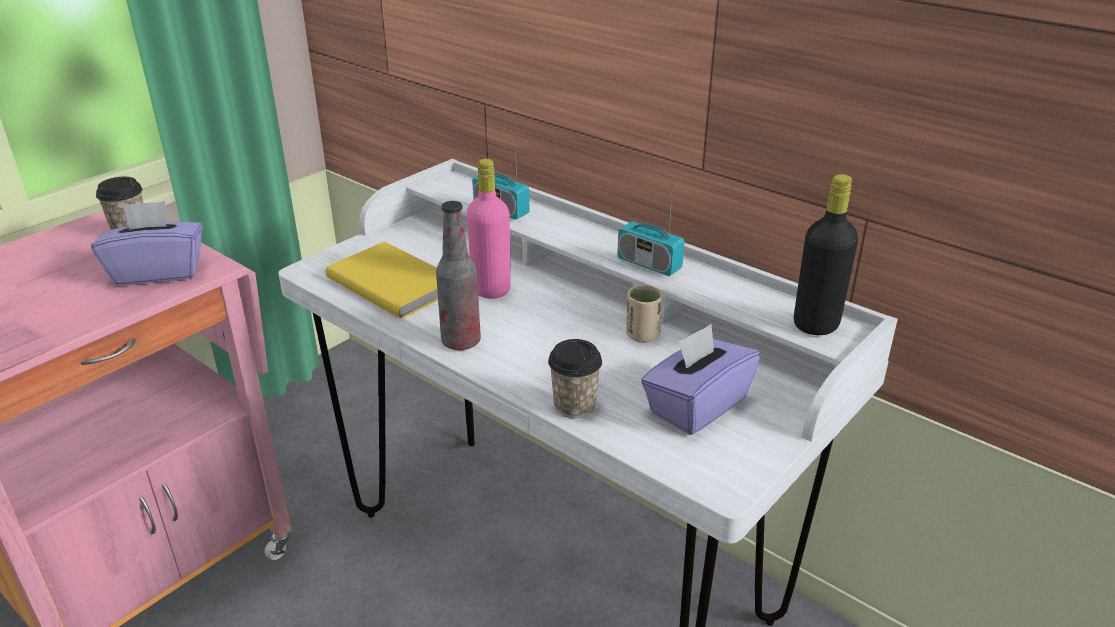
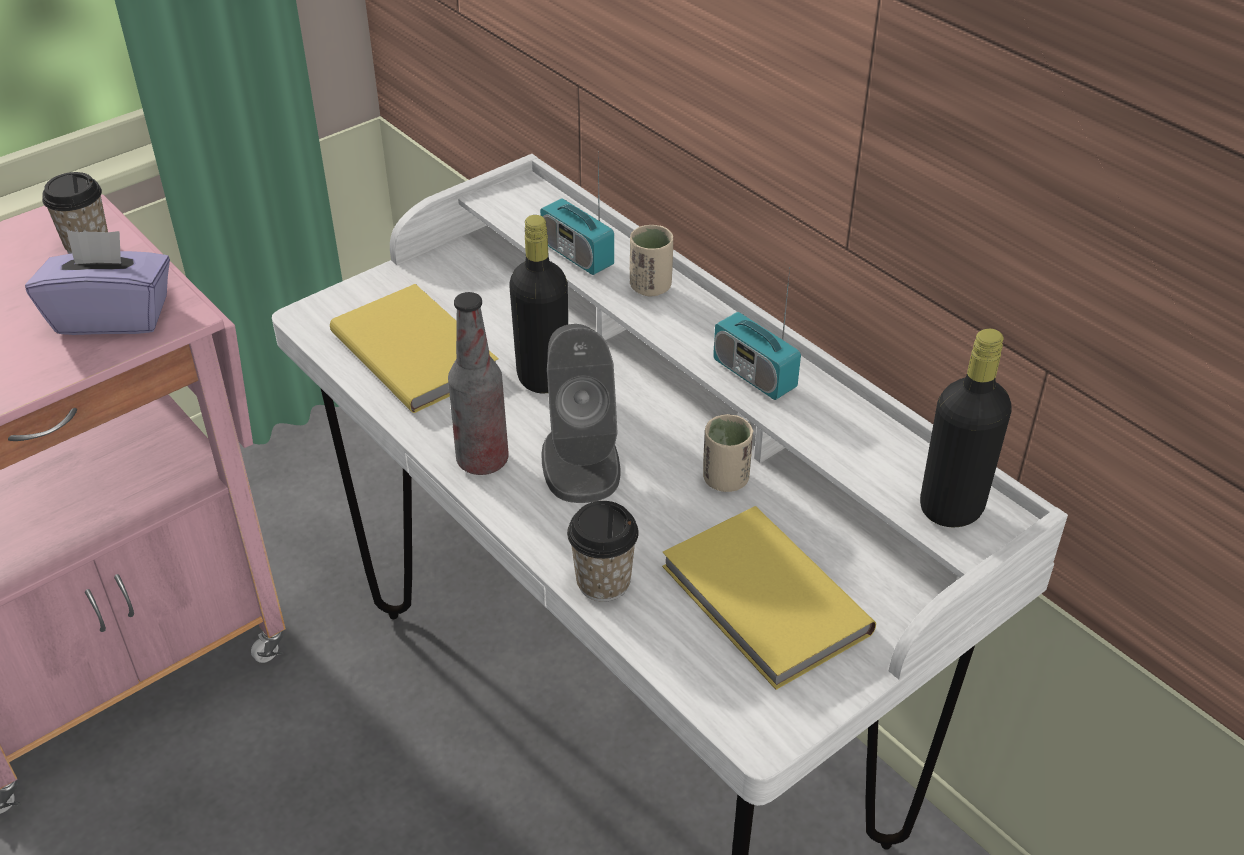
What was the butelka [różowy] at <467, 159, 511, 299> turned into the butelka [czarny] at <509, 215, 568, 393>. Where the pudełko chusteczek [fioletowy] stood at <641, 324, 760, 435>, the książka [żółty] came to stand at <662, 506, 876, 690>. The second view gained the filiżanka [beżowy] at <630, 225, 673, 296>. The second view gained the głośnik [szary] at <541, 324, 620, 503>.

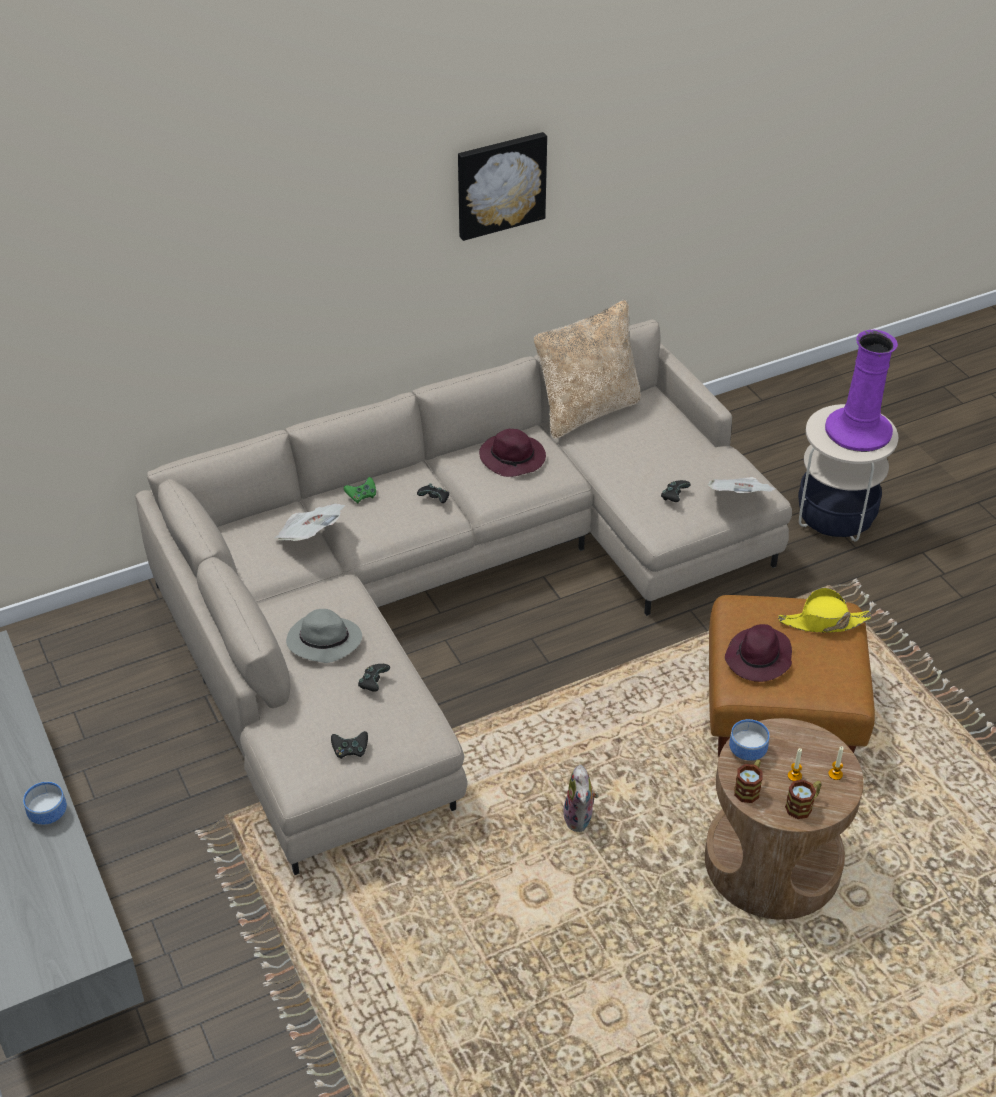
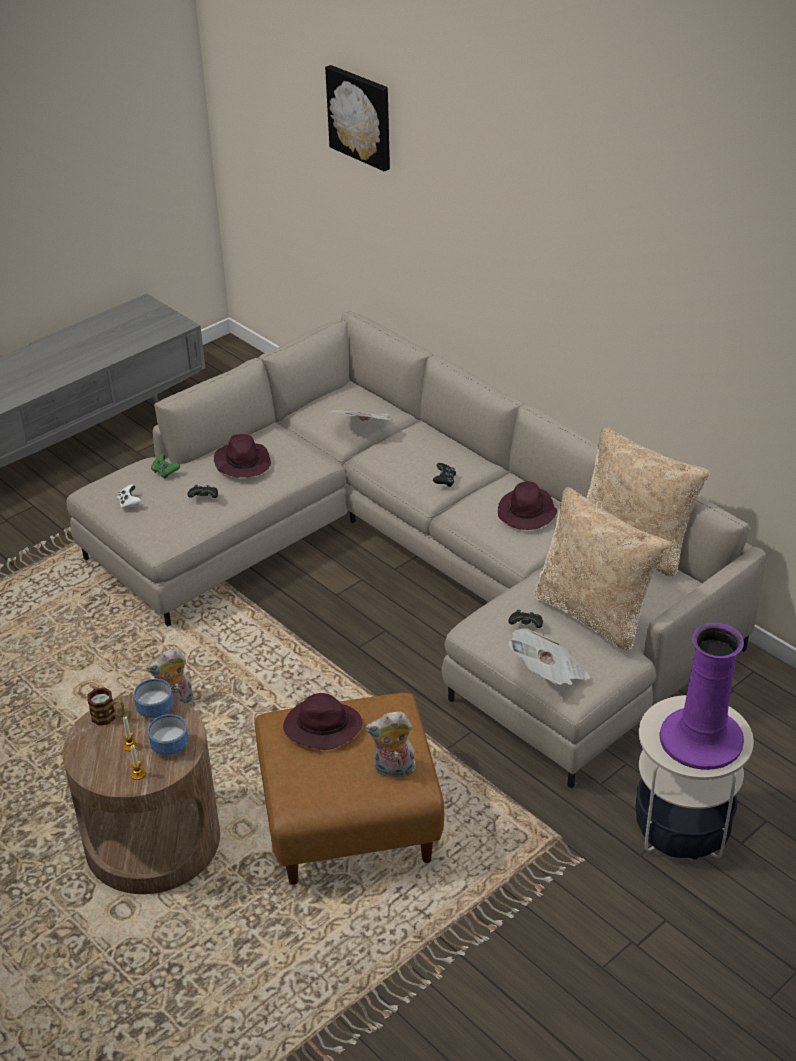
The obraz ended up elsewhere, having gone from <458, 132, 547, 241> to <325, 65, 390, 171>. The pad do gier [zielony] ended up elsewhere, having gone from <344, 477, 376, 504> to <151, 454, 180, 479>. Where the kapelusz [żółty] stood at <778, 588, 872, 633>, the pluszak came to stand at <365, 711, 416, 777>. What was the kapelusz [szary] at <286, 609, 362, 663> turned into the kapelusz [fioletowy] at <214, 434, 271, 478>. What was the pad do gier [czarny] at <331, 731, 368, 759> turned into the pad do gier [biały] at <117, 484, 142, 510>. The second view lost the kubek at <785, 779, 822, 819>. The miska ended up elsewhere, having gone from <23, 782, 67, 825> to <148, 714, 189, 755>. The second view gained the poduszka [beżowy] at <534, 487, 670, 651>.

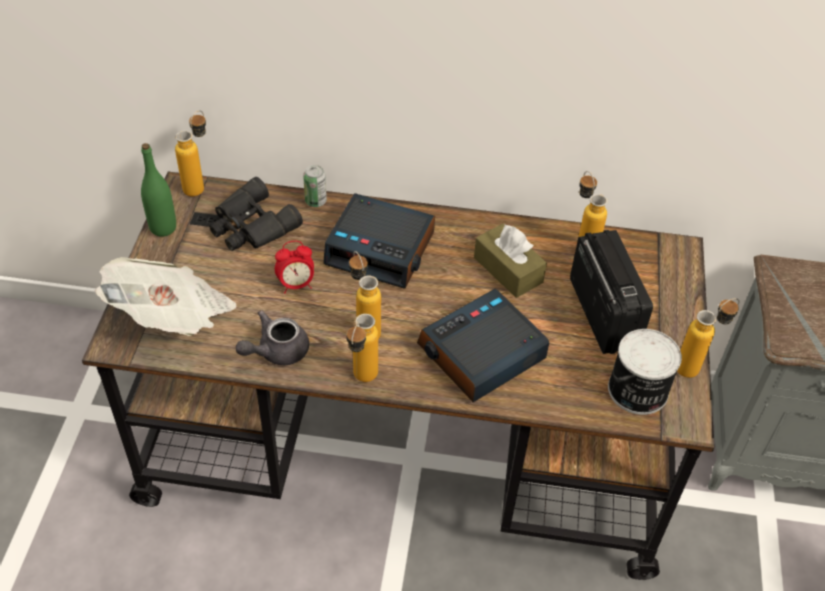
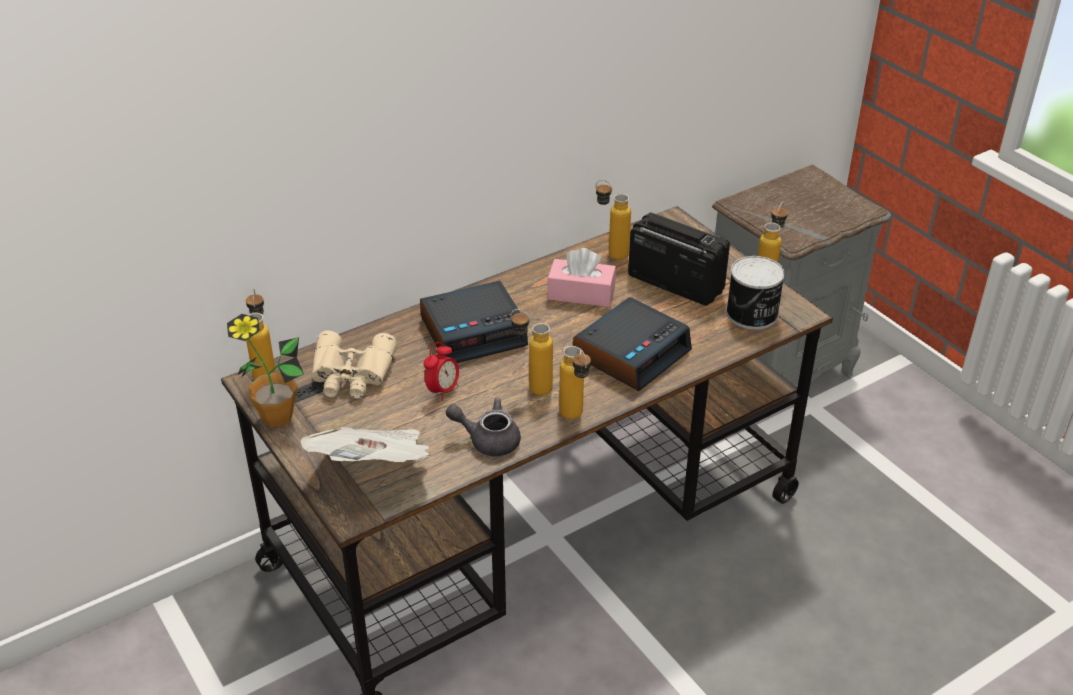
Where the butelka [zielony] stood at <141, 143, 176, 237>, the roślina doniczkowa came to stand at <227, 314, 304, 427>. The second view lost the puszka at <303, 165, 327, 207>. What was the lornetka [czarny] at <209, 177, 303, 251> turned into the lornetka [beżowy] at <312, 331, 397, 399>. What was the pudełko chusteczek [brązowy] at <474, 223, 547, 298> turned into the pudełko chusteczek [różowy] at <547, 248, 616, 307>. The budzik at <417, 289, 549, 402> ended up facing another way, 150 degrees counterclockwise from before. The imbryk [szary] at <236, 310, 309, 365> ended up facing another way, 90 degrees clockwise from before.

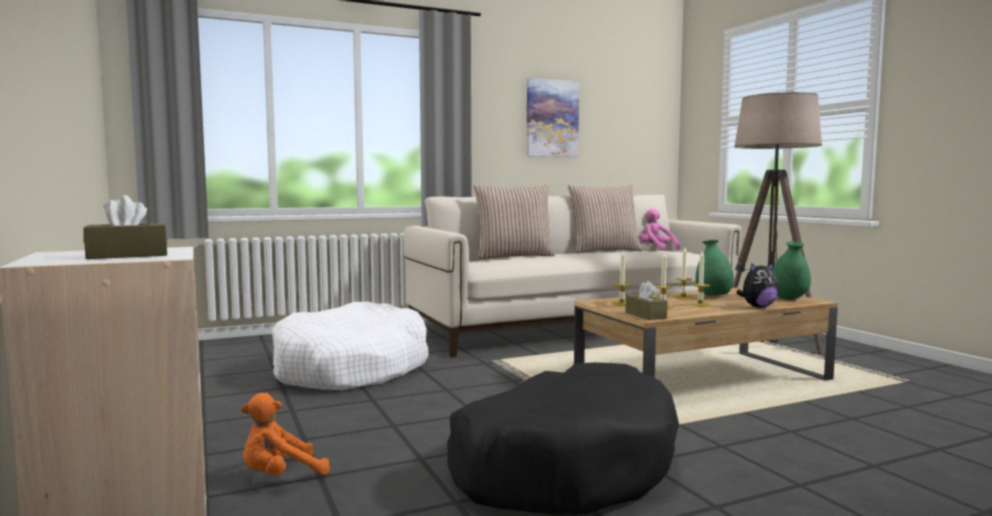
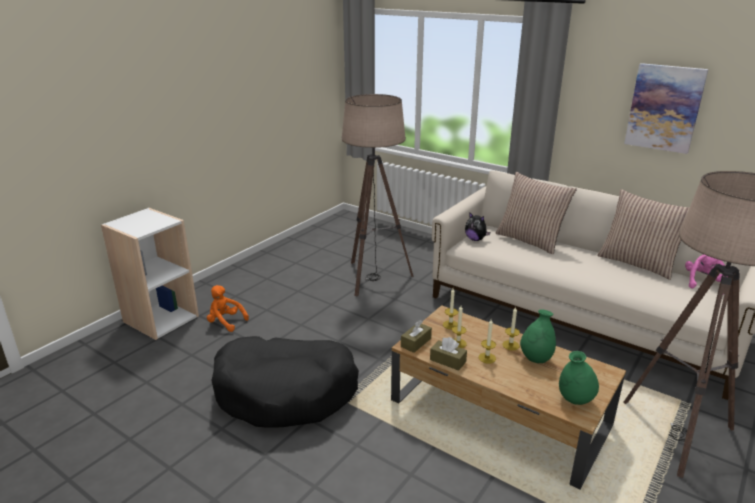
The pudełko chusteczek [brązowy] ended up elsewhere, having gone from <83, 195, 167, 259> to <430, 337, 467, 371>. The pluszak ended up elsewhere, having gone from <736, 262, 779, 308> to <465, 212, 490, 241>. Where the legowisko [biały] stood at <272, 301, 429, 390>, the lampa stojąca came to stand at <341, 94, 414, 297>.

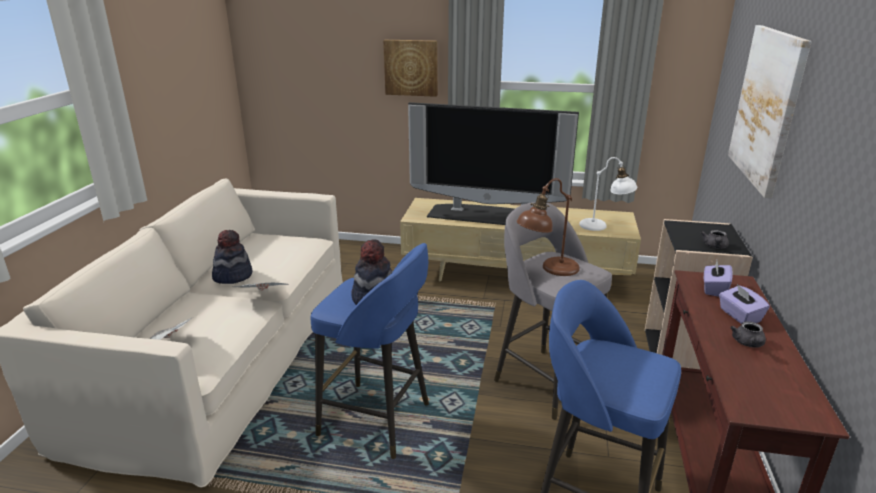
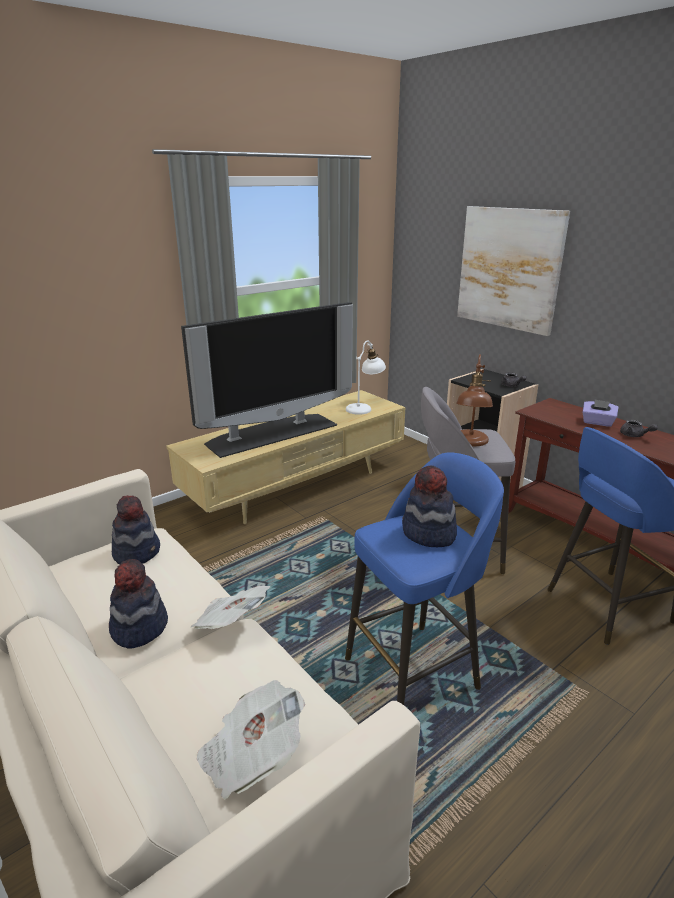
The second view lost the obraz at <383, 40, 438, 97>. The second view lost the pudełko chusteczek [fioletowy] at <704, 261, 733, 297>. The second view gained the kapelusz at <112, 495, 160, 564>.

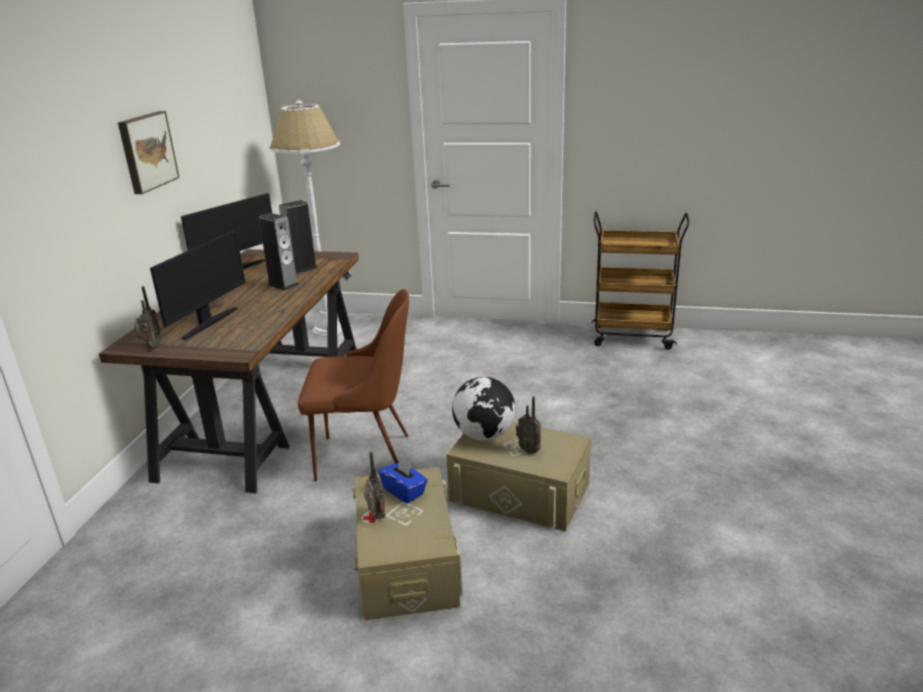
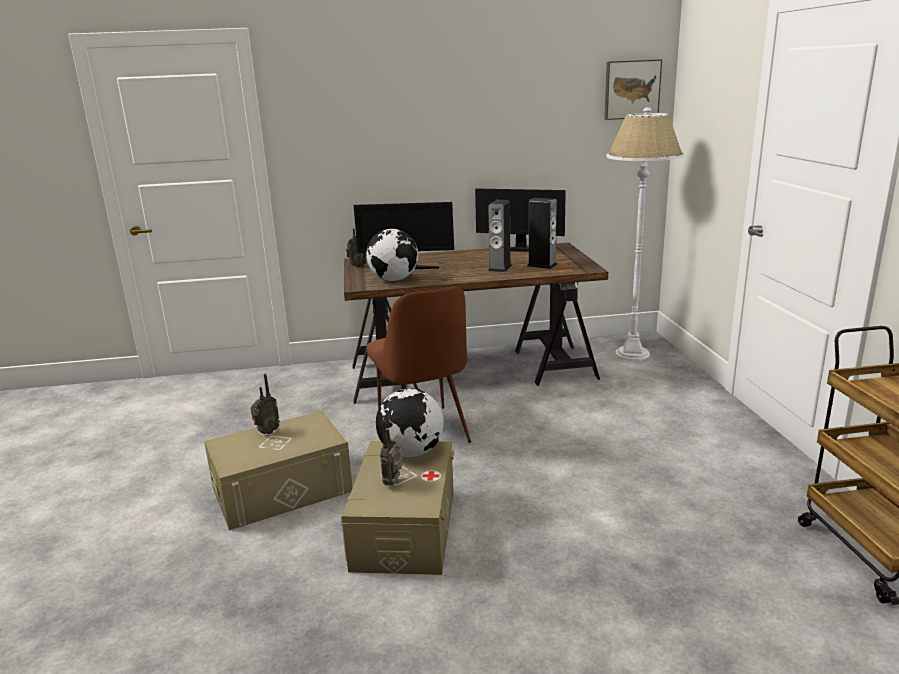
The obraz ended up elsewhere, having gone from <118, 111, 180, 194> to <604, 59, 662, 120>. The second view lost the pudełko chusteczek [niebieski] at <378, 458, 428, 503>. The second view gained the globus at <366, 229, 418, 281>.

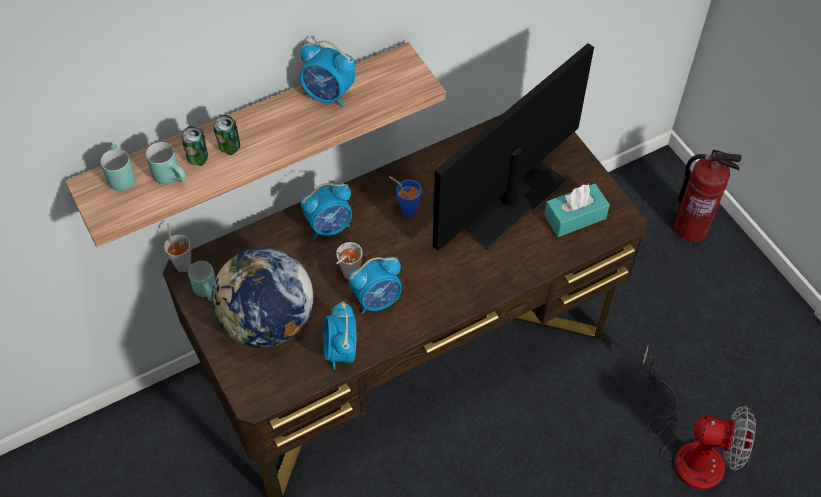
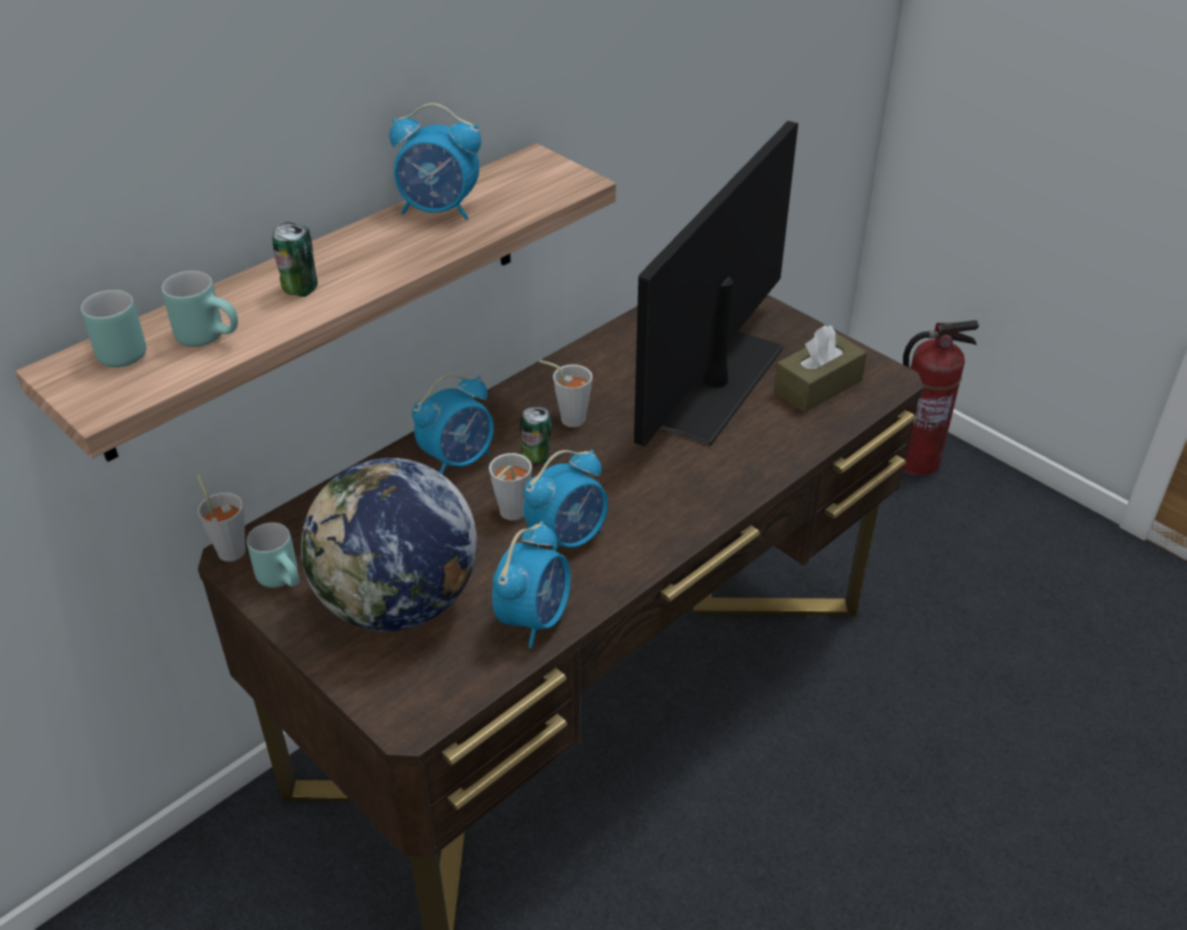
The puszka ended up elsewhere, having gone from <182, 126, 208, 166> to <520, 406, 552, 463>. What was the filiżanka [niebieski] at <389, 176, 422, 217> turned into the filiżanka [szary] at <539, 360, 593, 427>. What was the pudełko chusteczek [turkusowy] at <544, 183, 610, 237> turned into the pudełko chusteczek [brązowy] at <774, 325, 867, 413>. The budzik at <324, 301, 356, 370> ended up facing another way, 135 degrees counterclockwise from before. The second view lost the wentylator at <643, 346, 756, 490>.

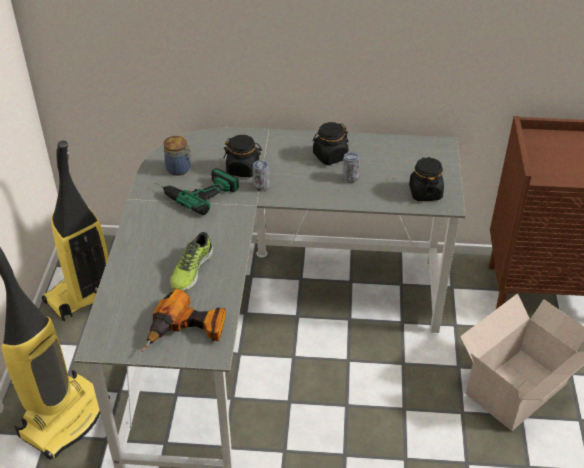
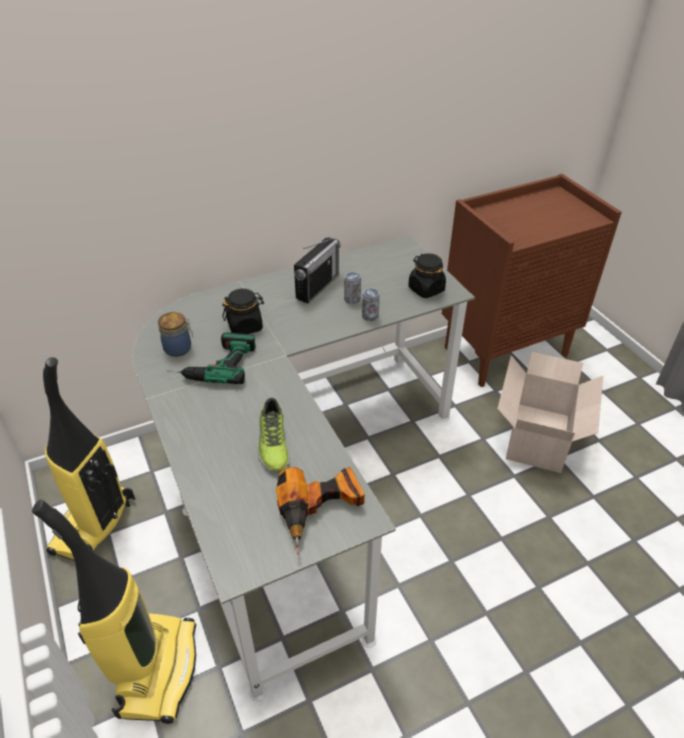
Where the słoik [czarny] stood at <313, 122, 349, 165>, the radio came to stand at <294, 237, 341, 304>. The puszka ended up elsewhere, having gone from <252, 160, 269, 192> to <362, 288, 380, 321>.

